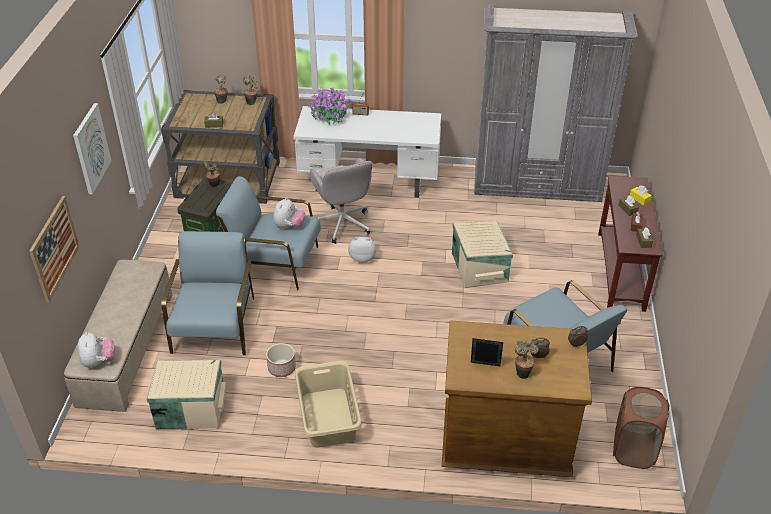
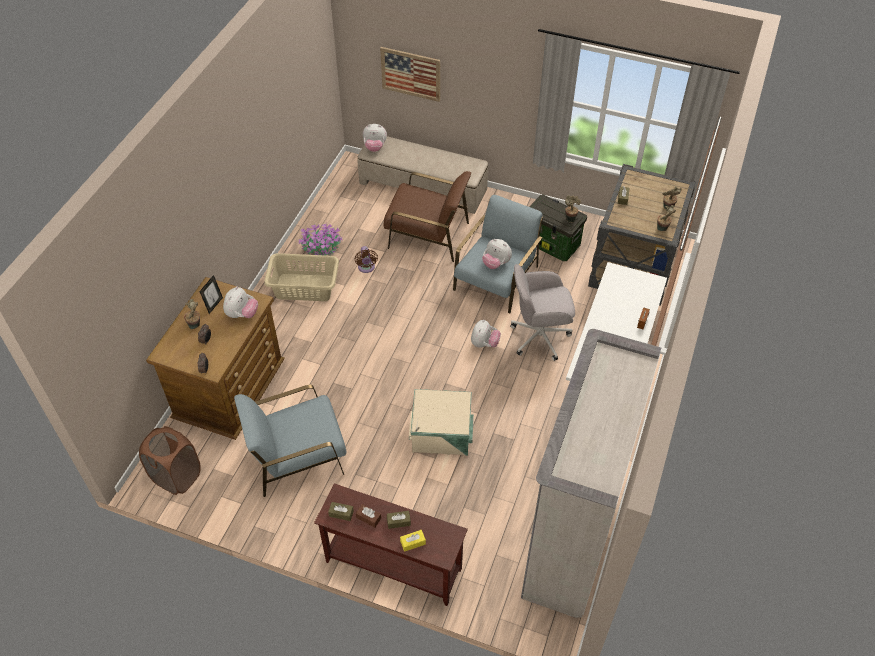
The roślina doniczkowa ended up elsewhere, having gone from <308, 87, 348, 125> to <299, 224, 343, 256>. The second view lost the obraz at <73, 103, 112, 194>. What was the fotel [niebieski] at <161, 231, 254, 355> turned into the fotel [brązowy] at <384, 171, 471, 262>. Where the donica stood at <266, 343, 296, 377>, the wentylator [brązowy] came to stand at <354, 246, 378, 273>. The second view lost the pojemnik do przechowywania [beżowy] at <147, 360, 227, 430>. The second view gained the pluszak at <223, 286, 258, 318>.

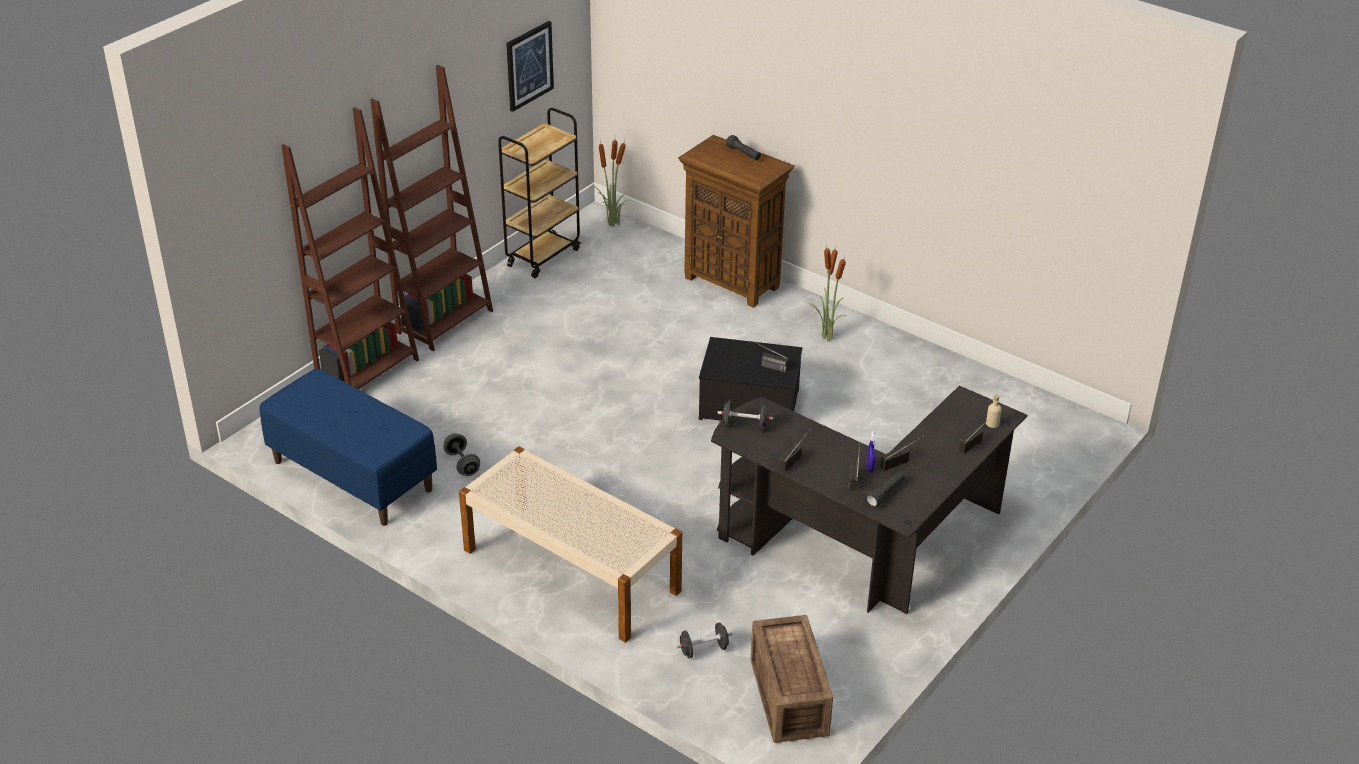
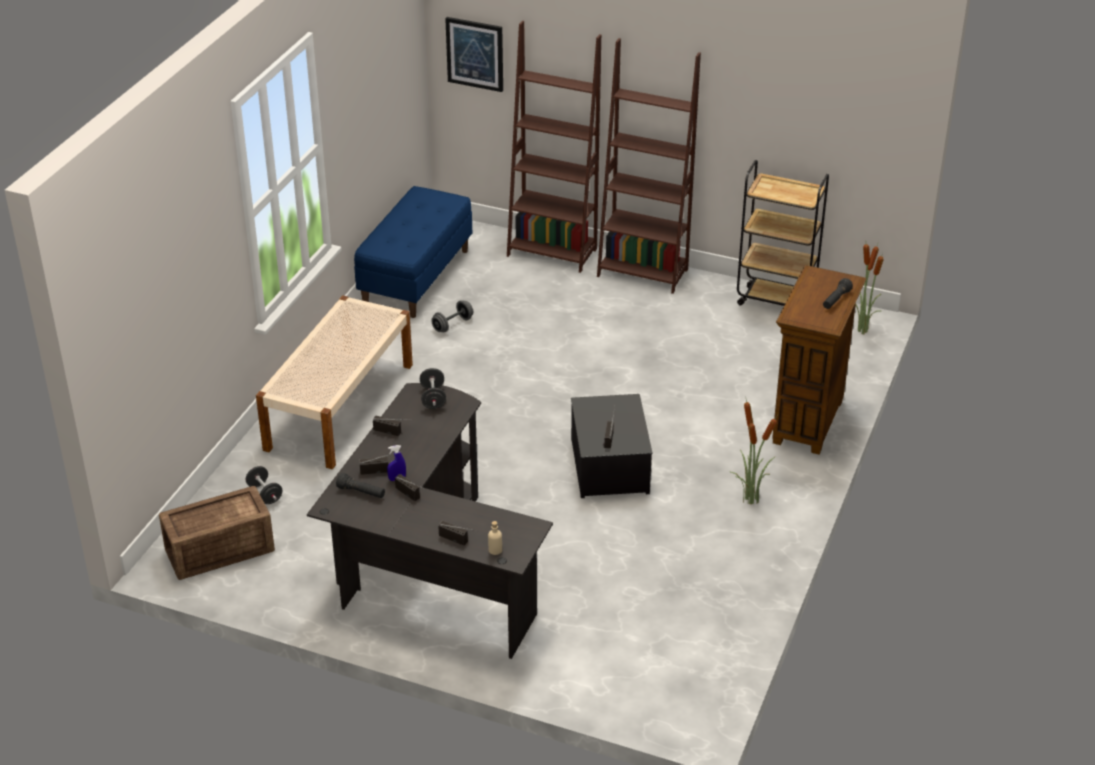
The obraz ended up elsewhere, having gone from <506, 21, 554, 112> to <445, 17, 503, 92>.

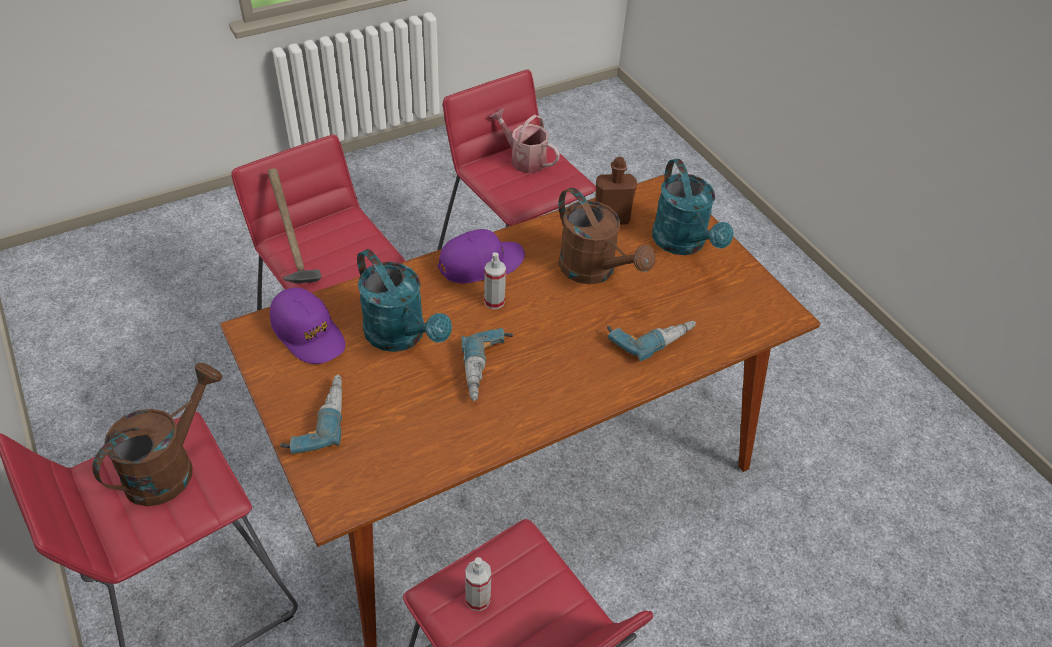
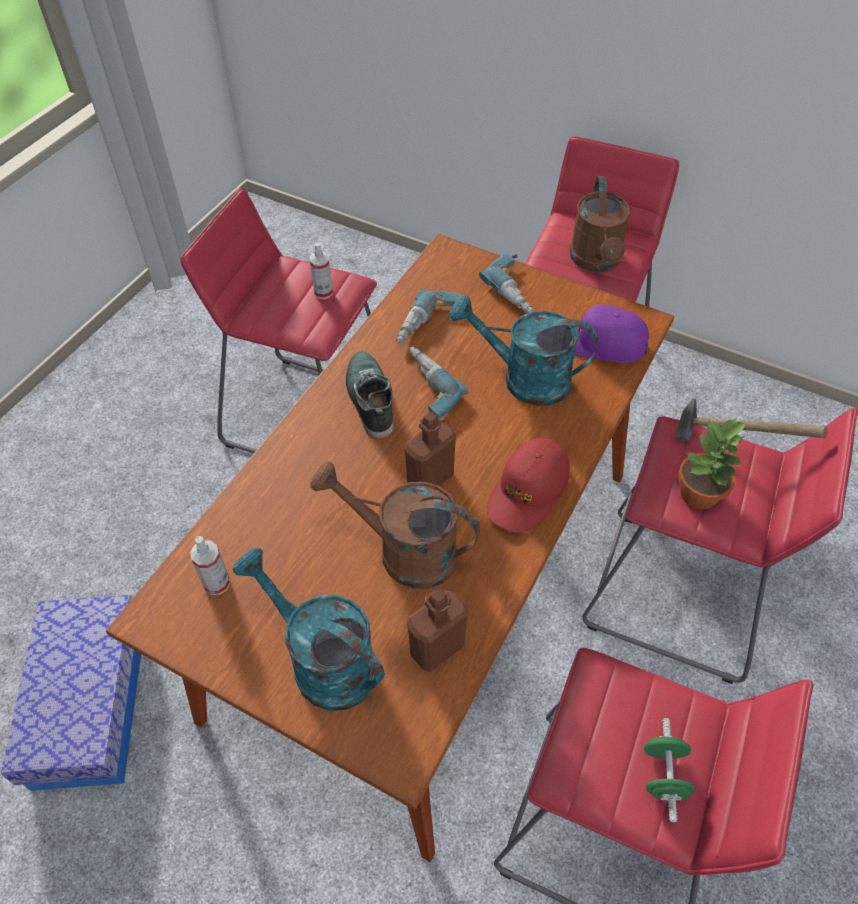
Where the konewka stood at <489, 109, 560, 174>, the hantel [zielony] came to stand at <644, 718, 695, 822>. What was the czapka z daszkiem [fioletowy] at <438, 229, 525, 283> turned into the czapka z daszkiem [czerwony] at <487, 438, 570, 533>. The spryskiwacz ended up elsewhere, having gone from <484, 252, 506, 309> to <190, 536, 230, 595>. The wiertarka ended up elsewhere, having gone from <607, 321, 696, 361> to <396, 288, 462, 344>. The second view gained the but at <345, 351, 393, 439>. The second view gained the butelka [brązowy] at <405, 412, 456, 486>. The second view gained the roślina doniczkowa at <678, 417, 748, 509>. The second view gained the pojemnik do przechowywania at <1, 595, 141, 791>.

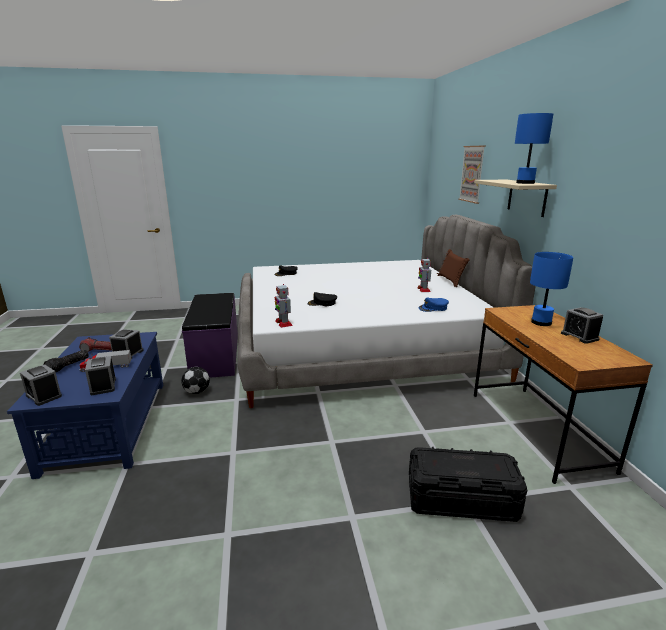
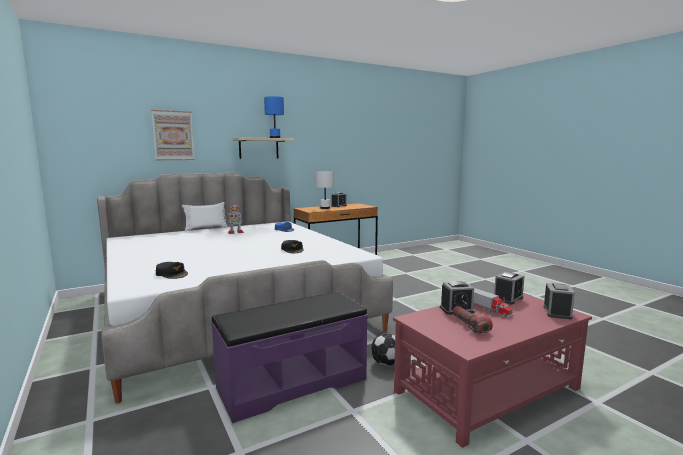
What was the poduszka [brązowy] at <437, 249, 470, 287> turned into the poduszka [biały] at <182, 202, 228, 231>. What was the lampa stołowa [niebieski] at <530, 252, 573, 326> turned into the lampa stołowa [biały] at <316, 171, 334, 209>. The second view lost the robot zabawkowy at <275, 284, 293, 328>. What was the ława [niebieski] at <7, 332, 163, 479> turned into the ława [czerwony] at <393, 292, 592, 448>. The second view lost the latarka at <43, 350, 89, 372>. The second view lost the pojemnik do przechowywania [czarny] at <409, 447, 527, 522>.

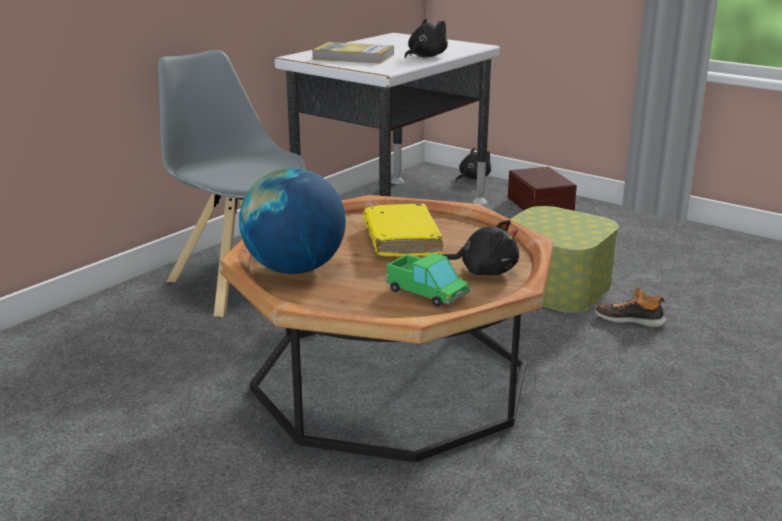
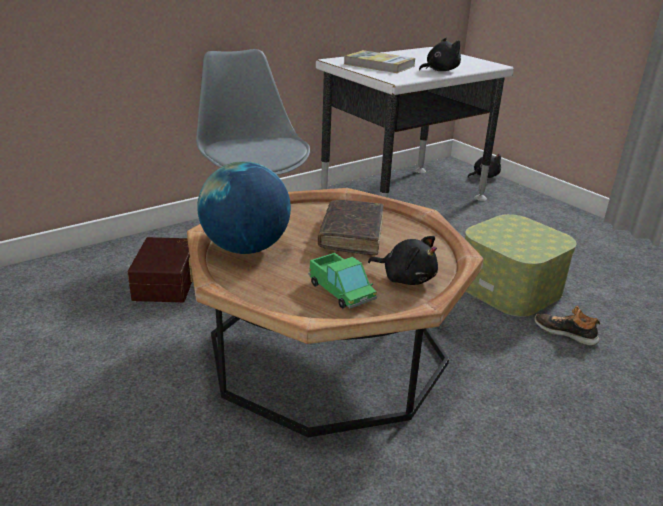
The pojemnik do przechowywania [brązowy] ended up elsewhere, having gone from <508, 167, 577, 211> to <128, 237, 193, 302>. What was the książka [żółty] at <364, 203, 443, 256> turned into the książka [brązowy] at <318, 200, 384, 255>.

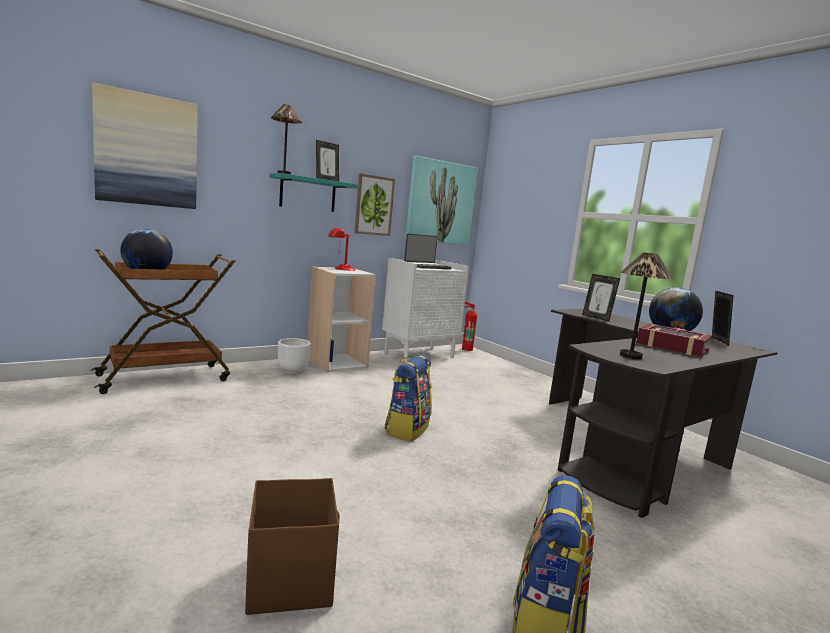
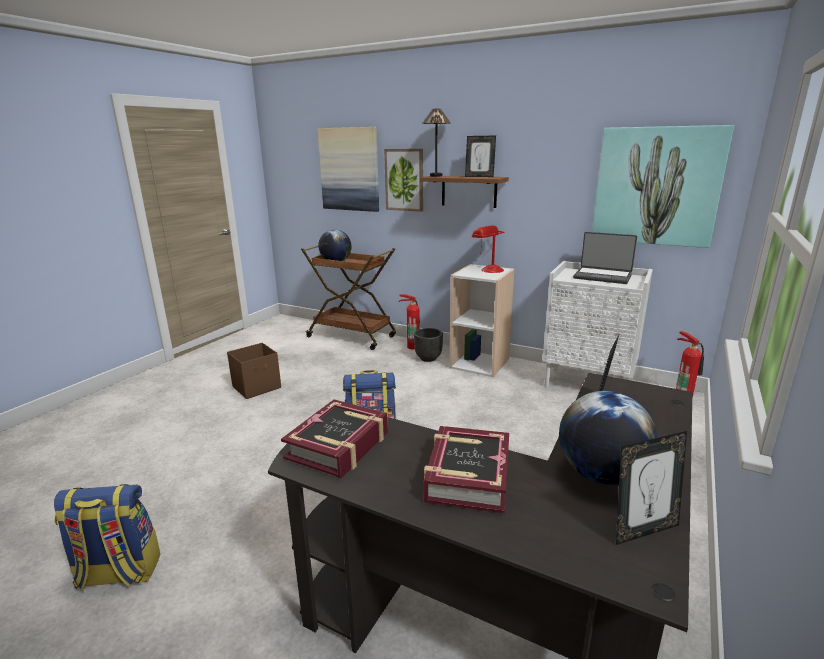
What was the półka [turkusowy] at <269, 173, 358, 212> turned into the półka [brązowy] at <420, 176, 509, 208>. The obraz ended up elsewhere, having gone from <354, 174, 395, 236> to <384, 149, 423, 212>. Where the lampa stołowa stood at <620, 252, 673, 359>, the książka came to stand at <281, 399, 388, 478>. What was the donica [biały] at <278, 338, 311, 374> turned into the donica [czarny] at <414, 328, 443, 362>. The pojemnik do przechowywania [brązowy] ended up elsewhere, having gone from <245, 478, 340, 615> to <227, 343, 281, 399>. The second view gained the gaśnica at <399, 294, 420, 350>.

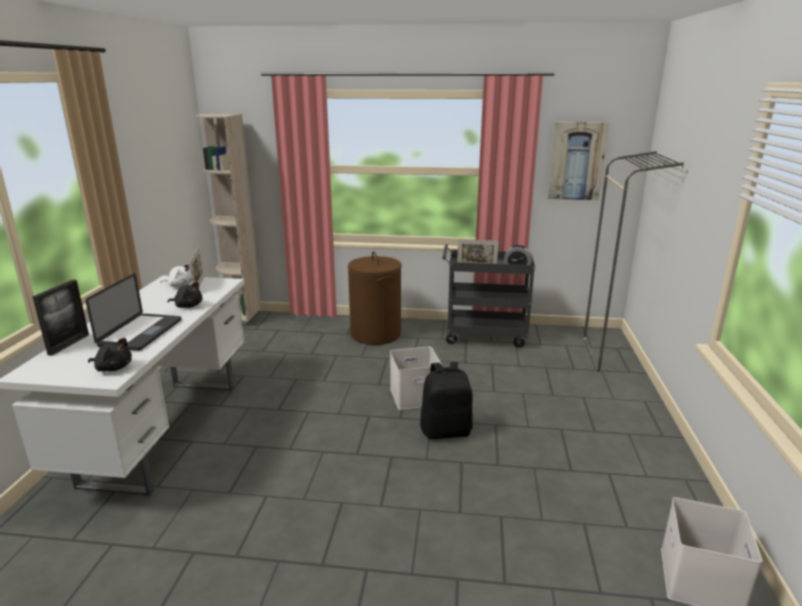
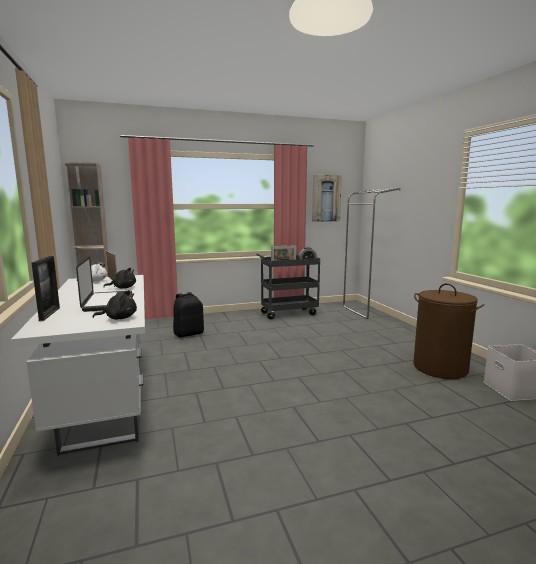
The kosz na pranie [brązowy] ended up elsewhere, having gone from <348, 251, 402, 345> to <413, 283, 484, 379>. The second view lost the pojemnik do przechowywania [biały] at <390, 346, 442, 410>. The plecak [czarny] ended up elsewhere, having gone from <420, 362, 473, 439> to <173, 292, 204, 337>.

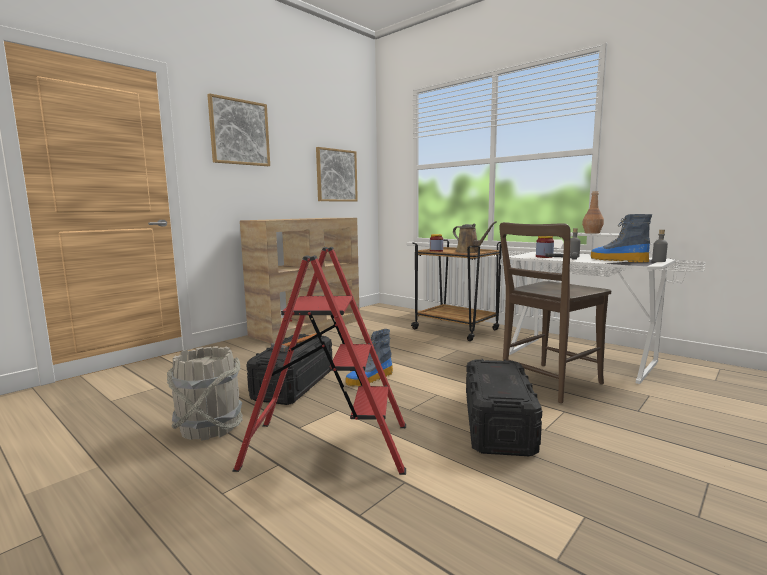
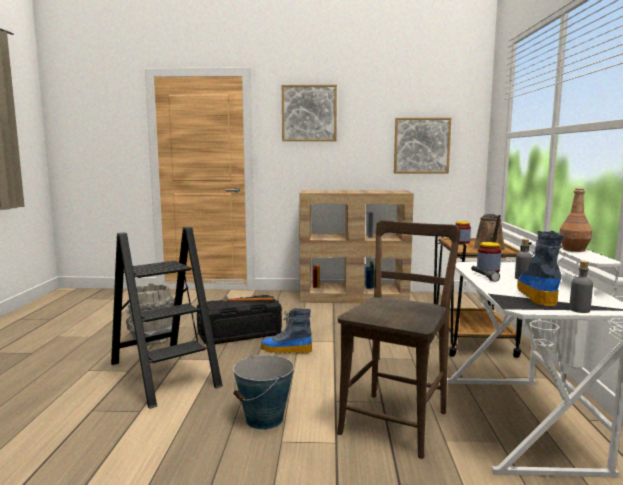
The krzesło [brązowy] at <499, 222, 611, 403> ended up facing another way, 105 degrees clockwise from before. What was the drabinka [czerwony] at <232, 247, 406, 475> turned into the drabinka [czarny] at <111, 226, 223, 409>. Where the pojemnik do przechowywania [czarny] stood at <466, 359, 542, 456>, the wiadro came to stand at <233, 354, 294, 430>.

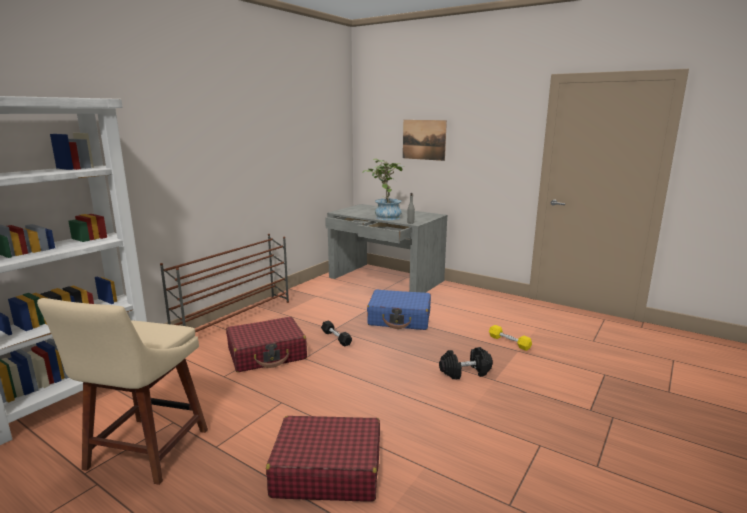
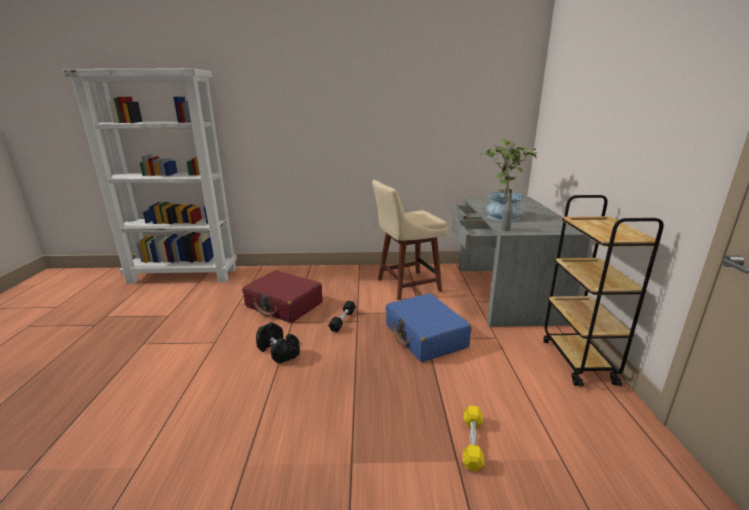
The second view lost the obraz at <403, 120, 447, 161>. The second view lost the regał na buty [brązowy] at <160, 234, 289, 332>. The stołek [beżowy] ended up elsewhere, having gone from <37, 298, 208, 485> to <372, 180, 448, 300>. The hantel [czarny] ended up elsewhere, having gone from <439, 347, 493, 379> to <256, 322, 300, 364>. The second view lost the walizka [czerwony] at <266, 416, 380, 501>. The second view gained the wózek [brązowy] at <543, 195, 664, 387>.

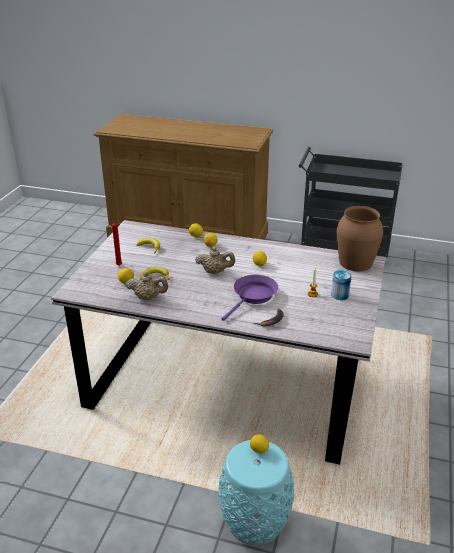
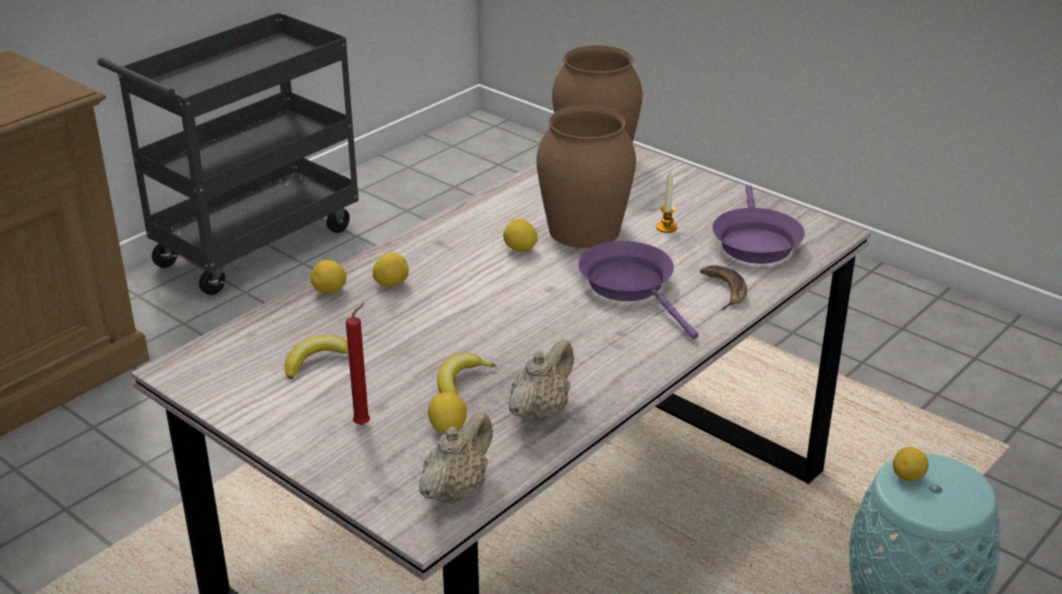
The imbryk [beżowy] ended up elsewhere, having gone from <195, 247, 235, 274> to <419, 412, 493, 504>. The second view lost the puszka at <331, 270, 352, 300>. The second view gained the wazon [brązowy] at <536, 105, 636, 248>. The second view gained the patelnia [fioletowy] at <713, 185, 805, 264>.

